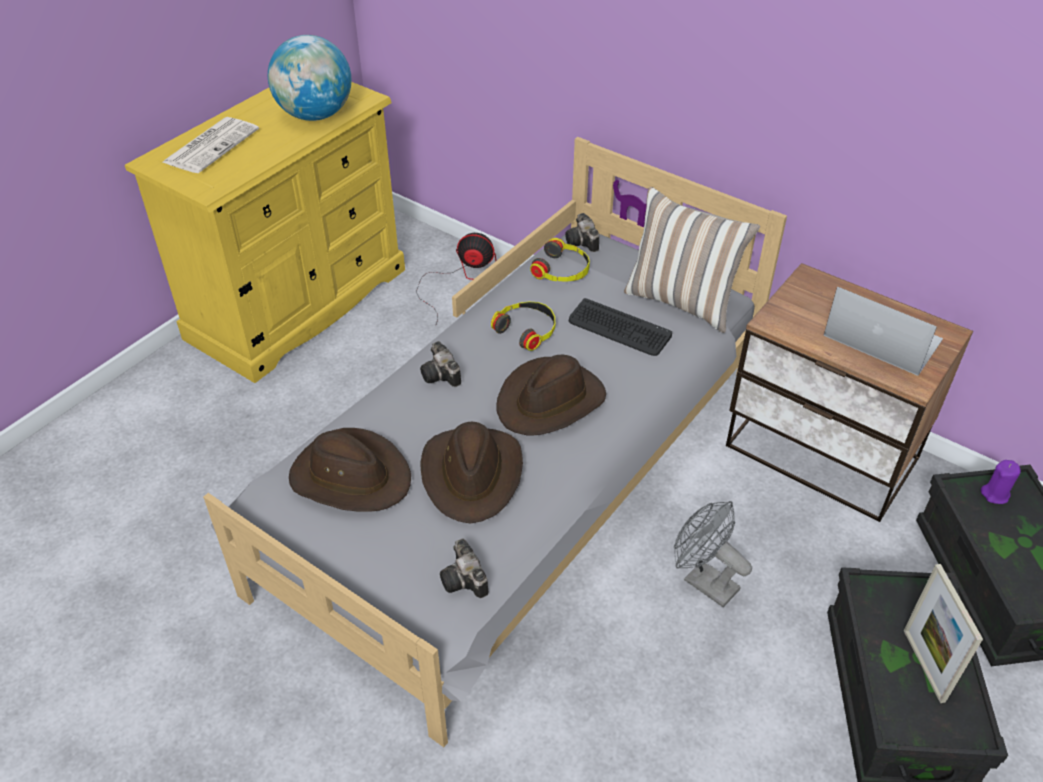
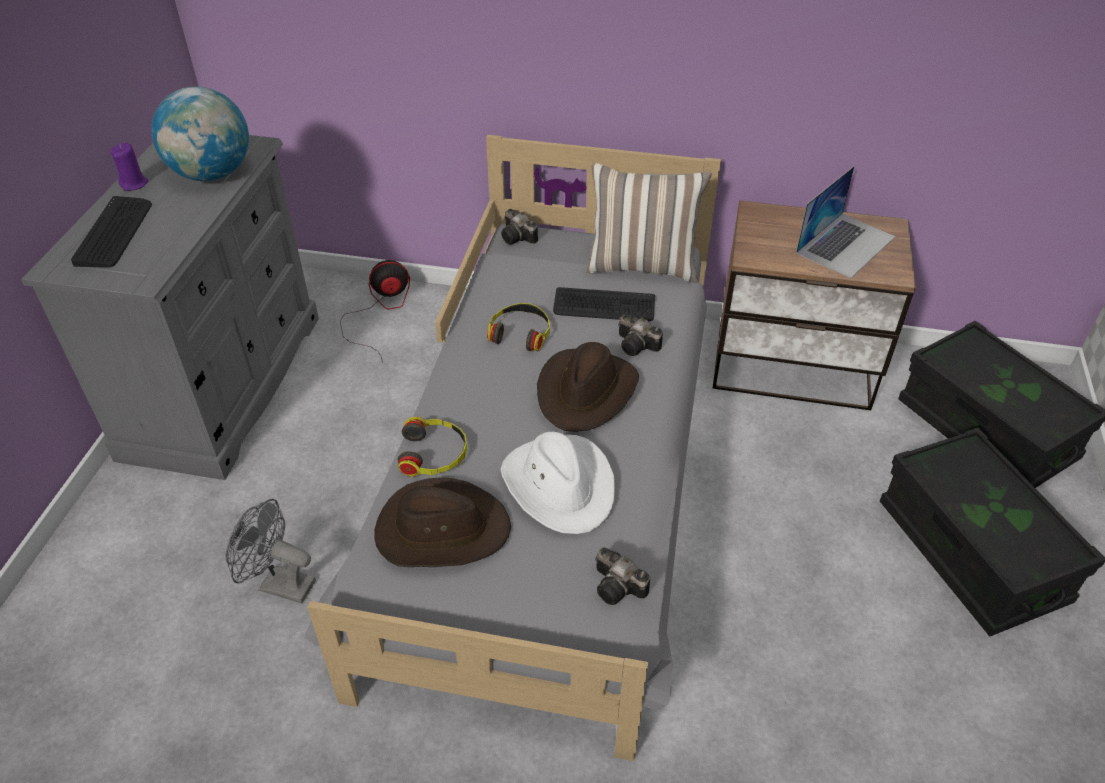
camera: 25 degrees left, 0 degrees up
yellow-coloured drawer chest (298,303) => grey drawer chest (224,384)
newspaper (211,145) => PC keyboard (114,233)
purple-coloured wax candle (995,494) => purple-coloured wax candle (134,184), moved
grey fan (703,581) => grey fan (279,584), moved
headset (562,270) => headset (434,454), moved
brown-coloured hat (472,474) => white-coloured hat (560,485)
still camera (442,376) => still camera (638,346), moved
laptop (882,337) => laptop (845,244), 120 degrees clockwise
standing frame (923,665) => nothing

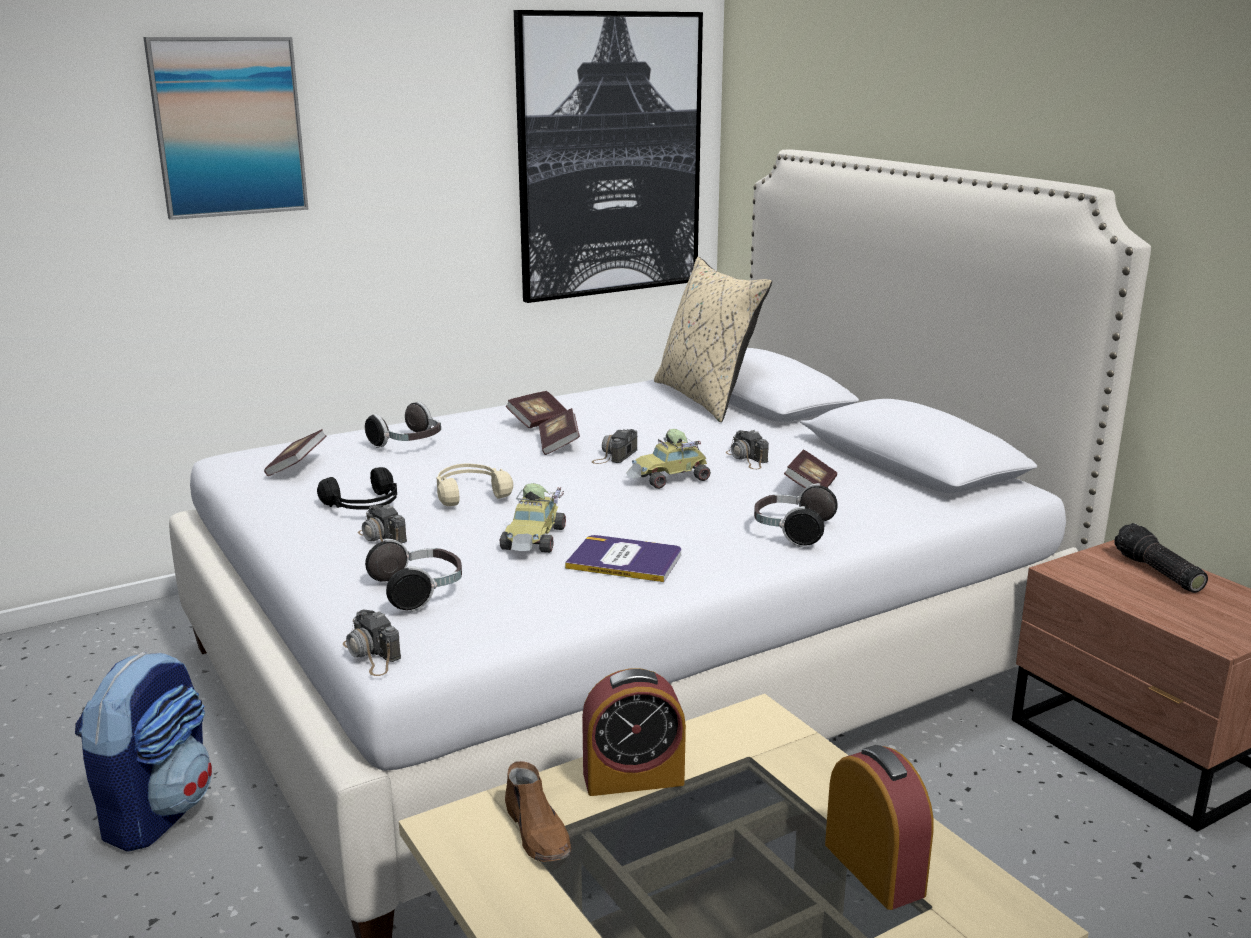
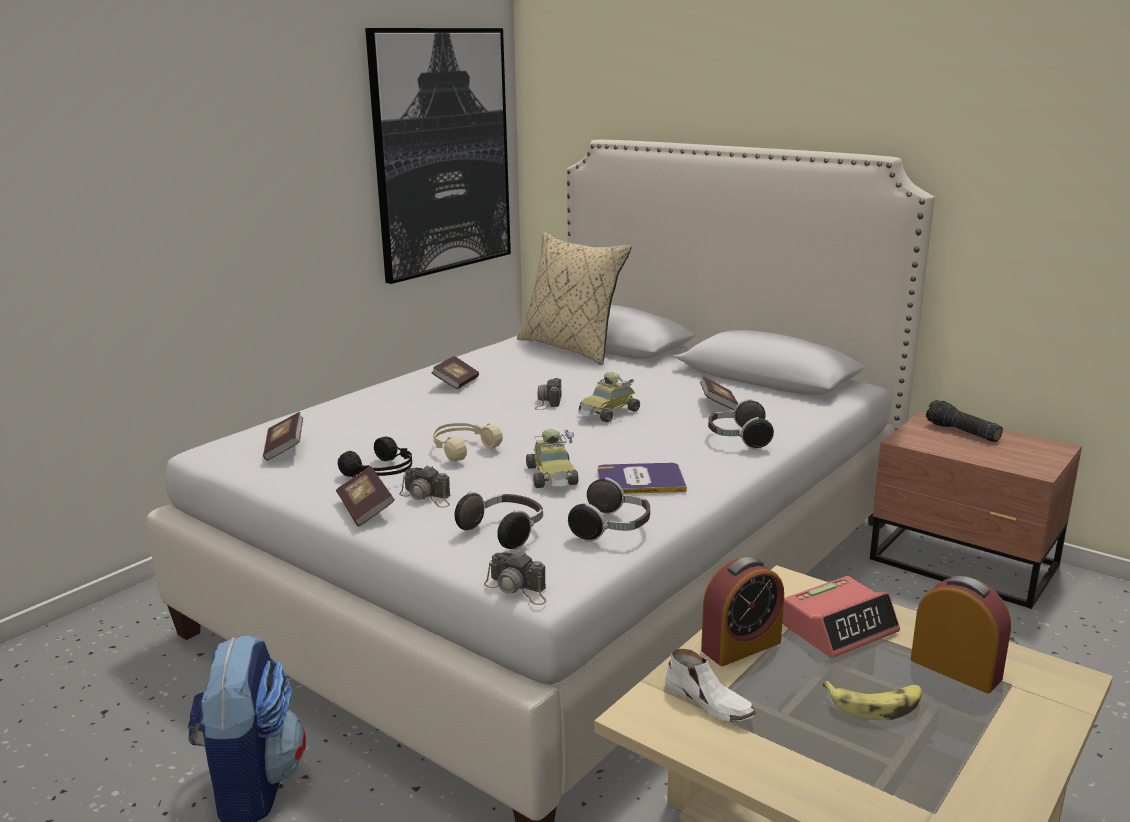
camera: 20 degrees left, 0 degrees up
bound book (559,444) => bound book (366,509), moved
headset (408,443) => headset (612,529), moved
brown-coloured shoe (538,833) => white-coloured shoe (709,702)
nothing => alarm clock (839,628)
nothing => banana fruit (876,705)
wall art (228,127) => nothing
still camera (747,459) => nothing

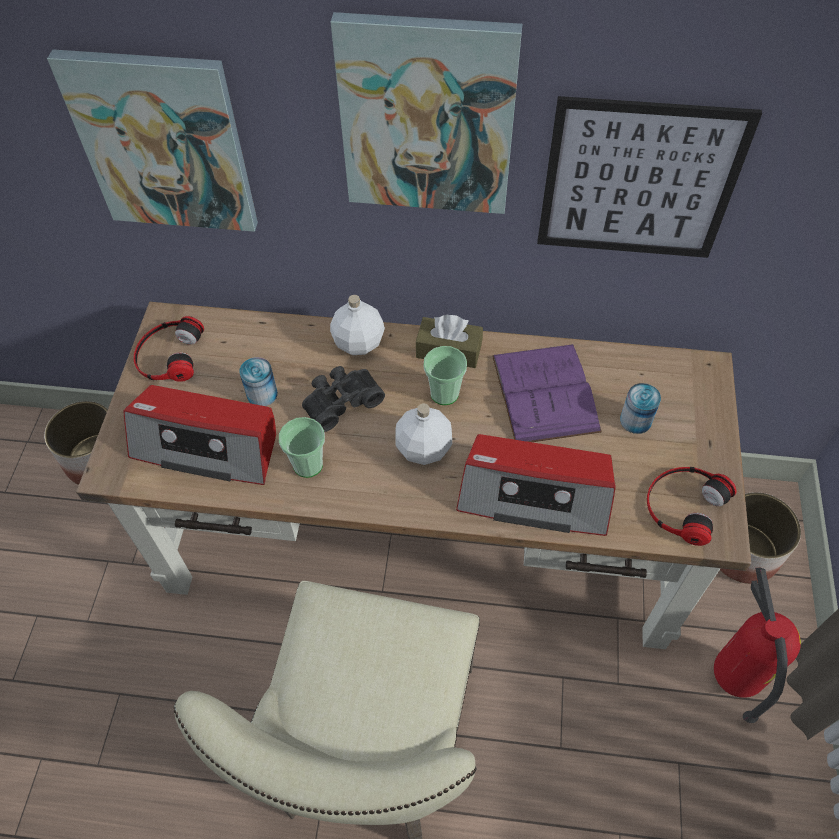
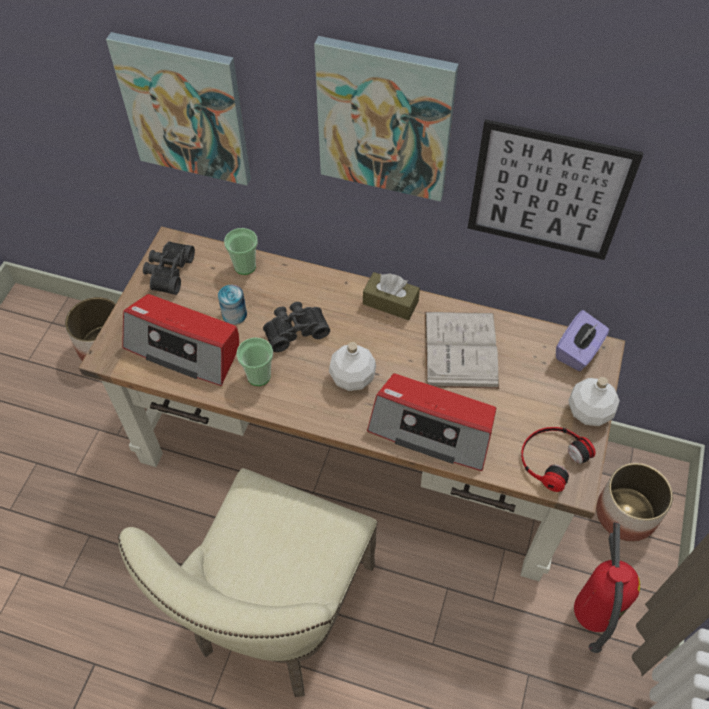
camera: 10 degrees right, 0 degrees up
headset (168,355) => black-coloured binoculars (168,272)
drinking cup (444,393) => drinking cup (245,266), moved
purple-coloured bound book (545,393) => white-coloured bound book (460,349)
nothing => purple-coloured tissue holder (578,351)
white-coloured drink bottle (359,342) => white-coloured drink bottle (589,411), moved
sealed can (635,420) => nothing

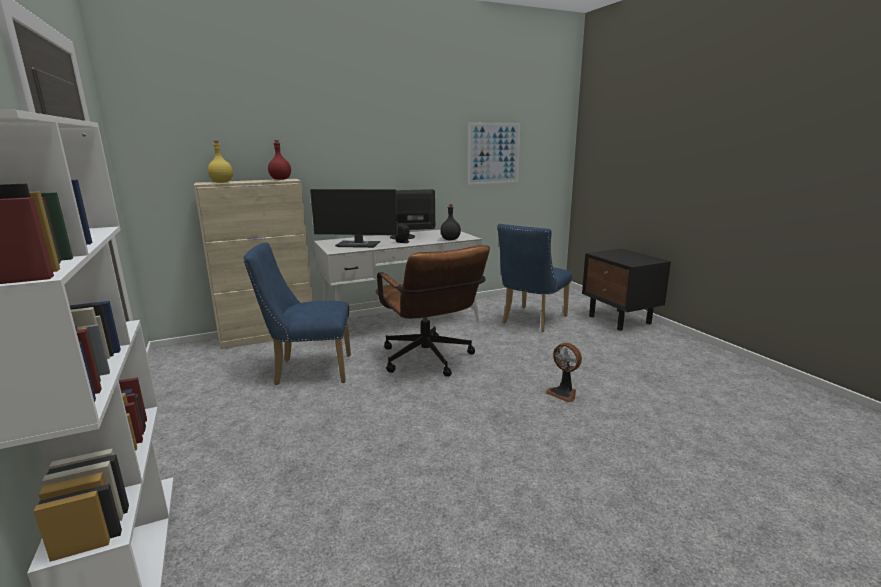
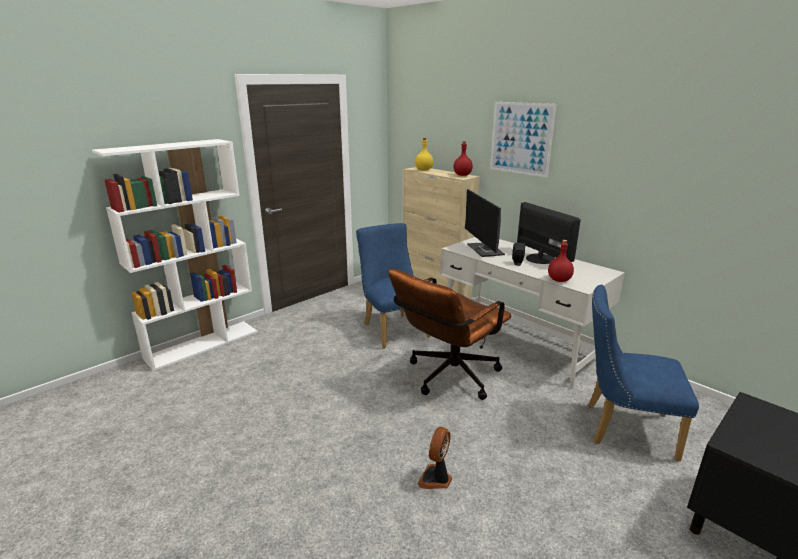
camera: 70 degrees right, 5 degrees up
wall art (493,153) => wall art (521,138), moved
black-coloured drink bottle (450,239) => reddish drink bottle (558,280)

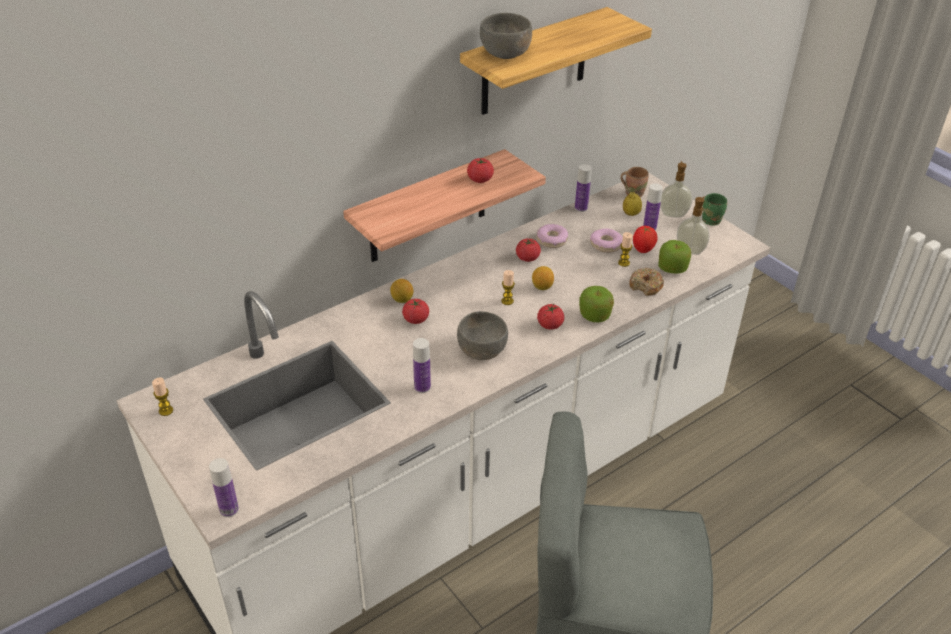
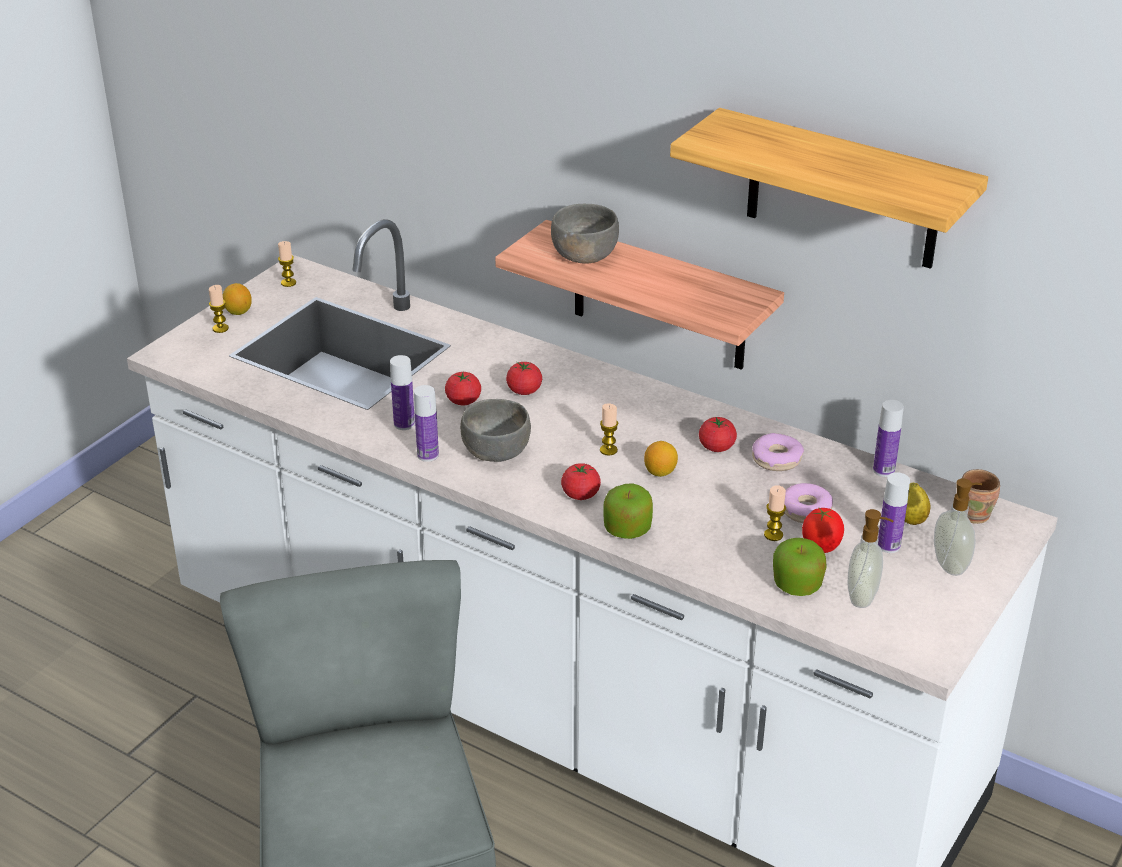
camera: 70 degrees right, 5 degrees down
nothing => wax candle (220,328)
lemon (402,300) => lemon (238,312), moved
drink bottle (229,509) => drink bottle (428,455), moved
whole tomato (480,180) => whole tomato (463,401), moved
grey deep dish (505,53) => grey deep dish (584,256), moved
doughnut (646,286) => nothing
greenish mug (712,220) => nothing

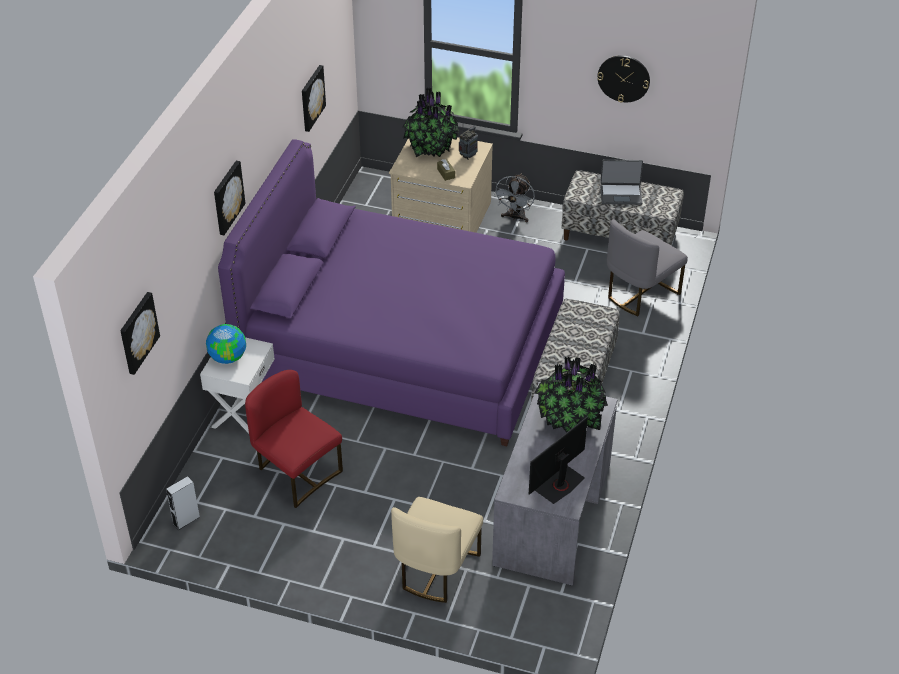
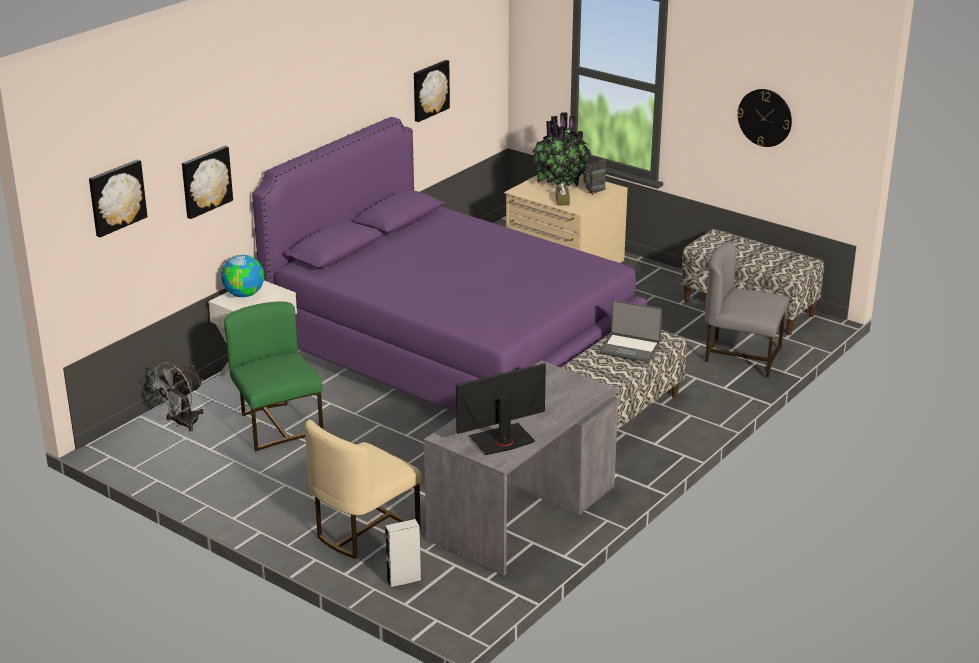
camera: 20 degrees right, 15 degrees down
grey fan (515,217) => grey fan (181,424), moved
wall art (227,197) => wall art (205,181), moved
reddish plain chair (297,472) => greenish plain chair (277,425)
grey audio speaker (186,520) => grey audio speaker (404,580), moved
laptop (621,194) => laptop (630,348), moved
grey plain chair (640,293) => grey plain chair (742,356), 45 degrees clockwise
potted plant (569,420) => nothing

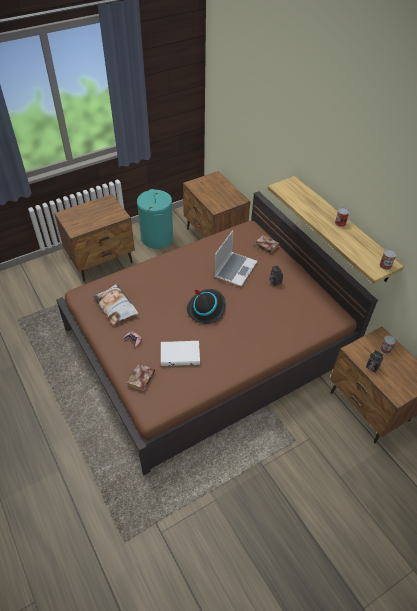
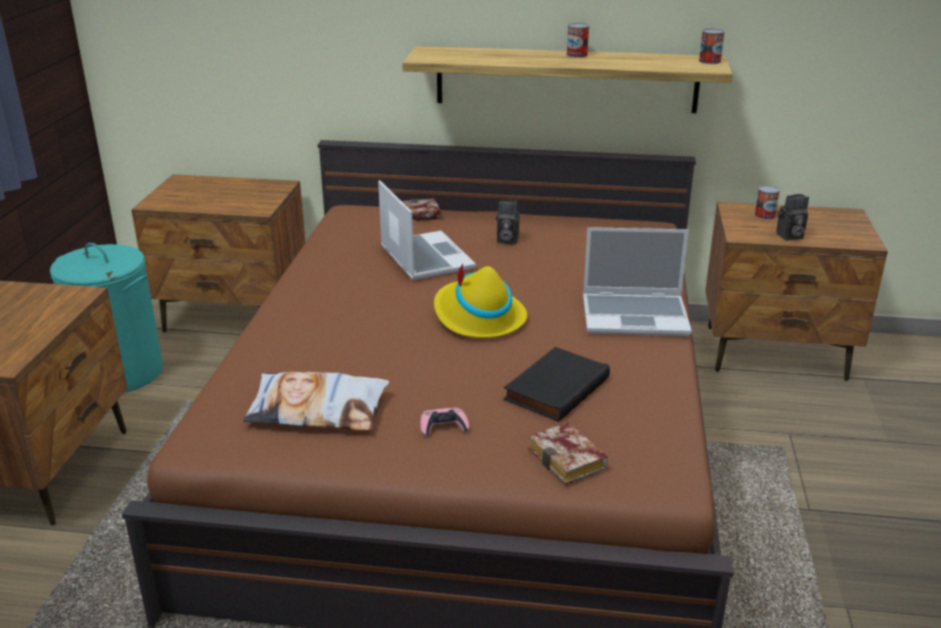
camera: 50 degrees left, 20 degrees down
black-coloured hat (206,308) => yellow-coloured hat (477,317)
white-coloured bound book (180,354) => black-coloured bound book (555,388)
nothing => laptop (636,316)

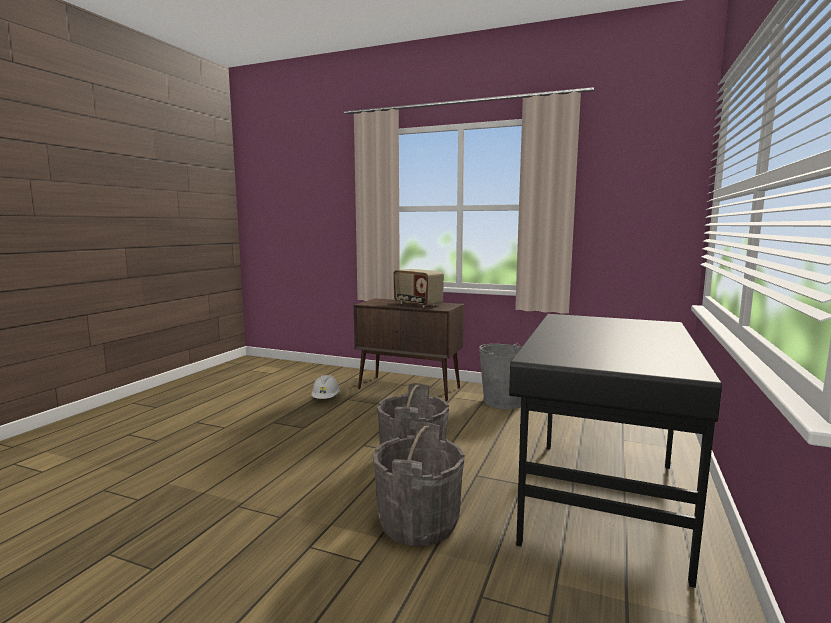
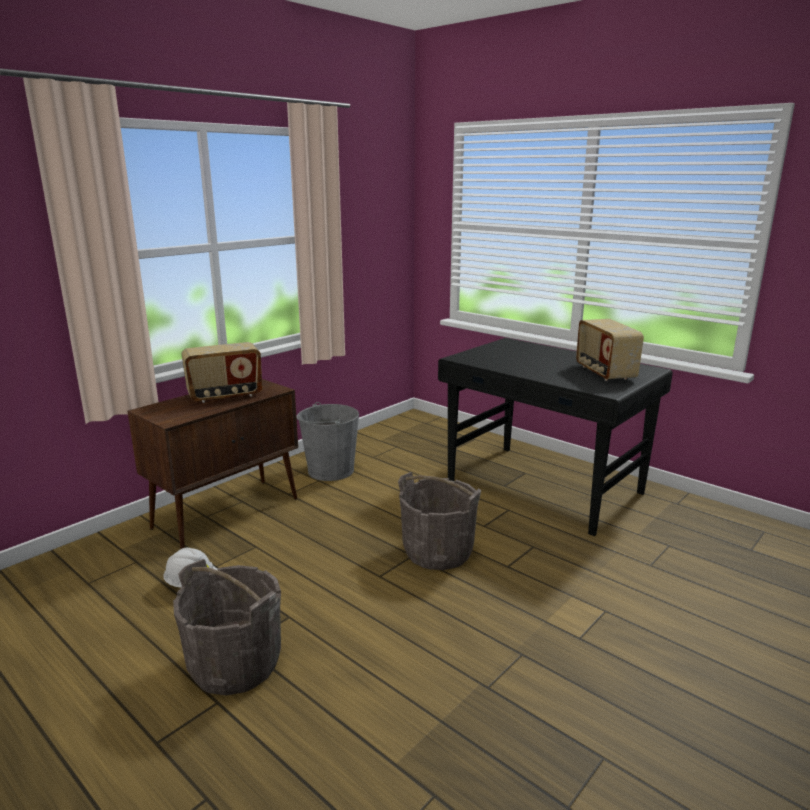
camera: 70 degrees left, 10 degrees up
grey water bucket (418,522) => grey water bucket (235,664), moved
nothing => radio set (604,372)

